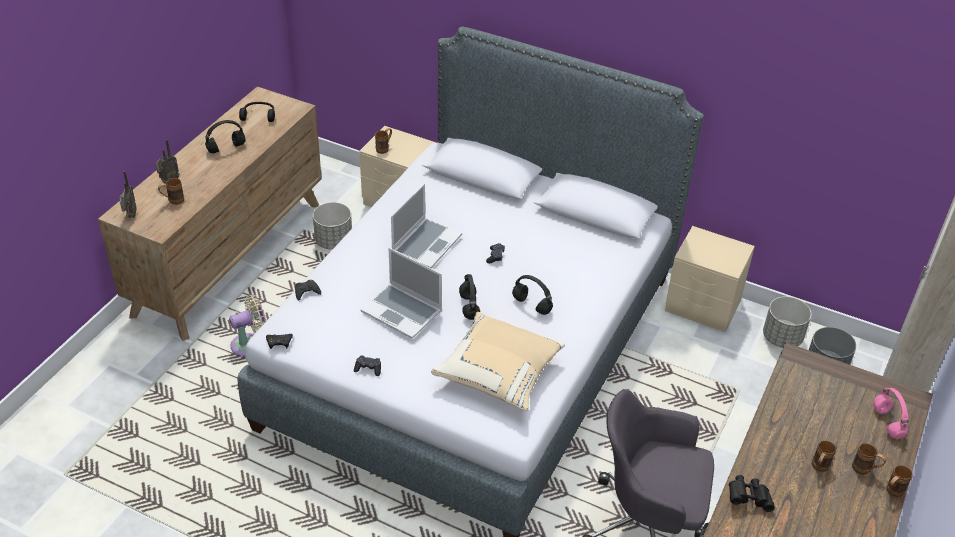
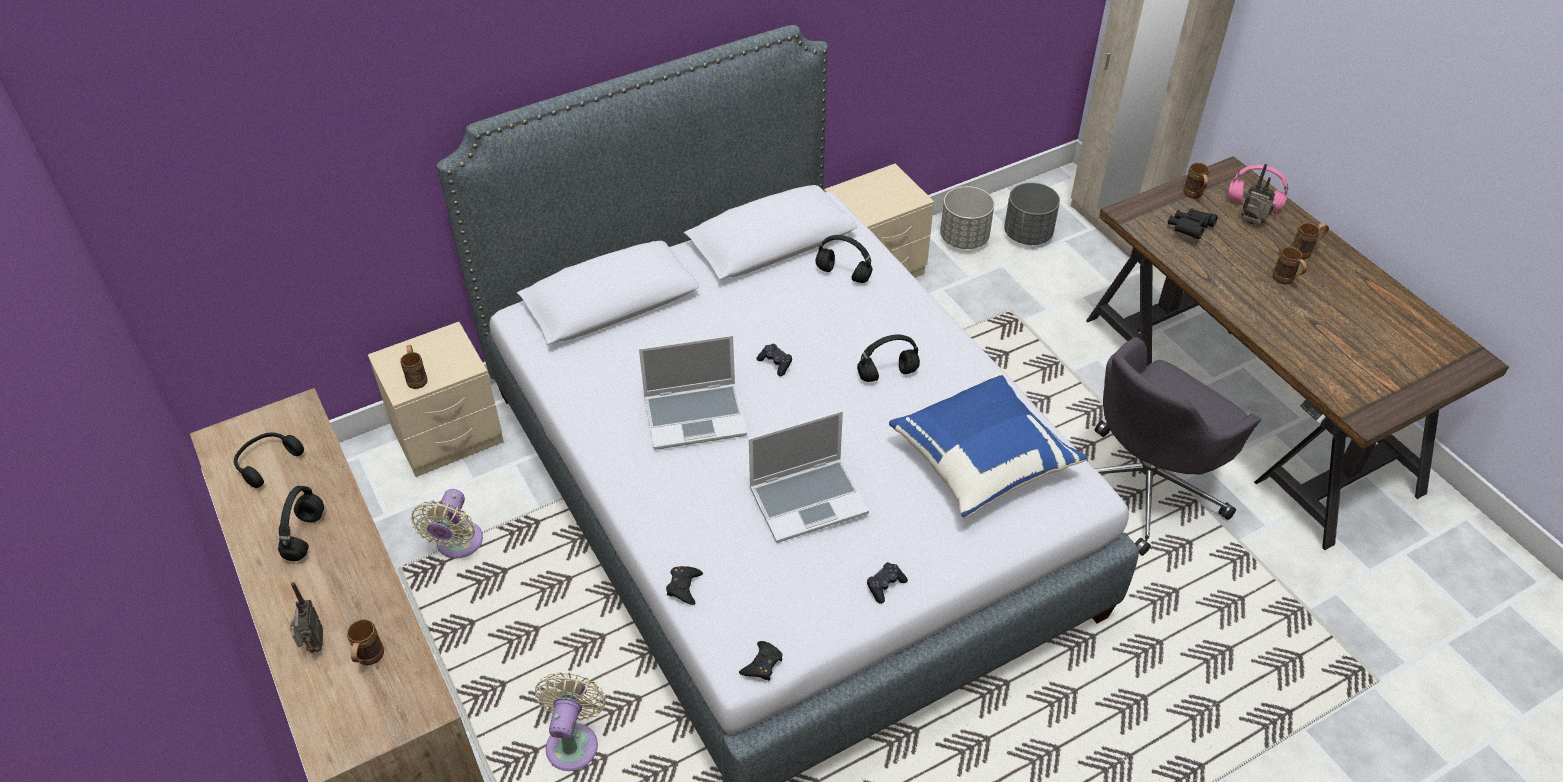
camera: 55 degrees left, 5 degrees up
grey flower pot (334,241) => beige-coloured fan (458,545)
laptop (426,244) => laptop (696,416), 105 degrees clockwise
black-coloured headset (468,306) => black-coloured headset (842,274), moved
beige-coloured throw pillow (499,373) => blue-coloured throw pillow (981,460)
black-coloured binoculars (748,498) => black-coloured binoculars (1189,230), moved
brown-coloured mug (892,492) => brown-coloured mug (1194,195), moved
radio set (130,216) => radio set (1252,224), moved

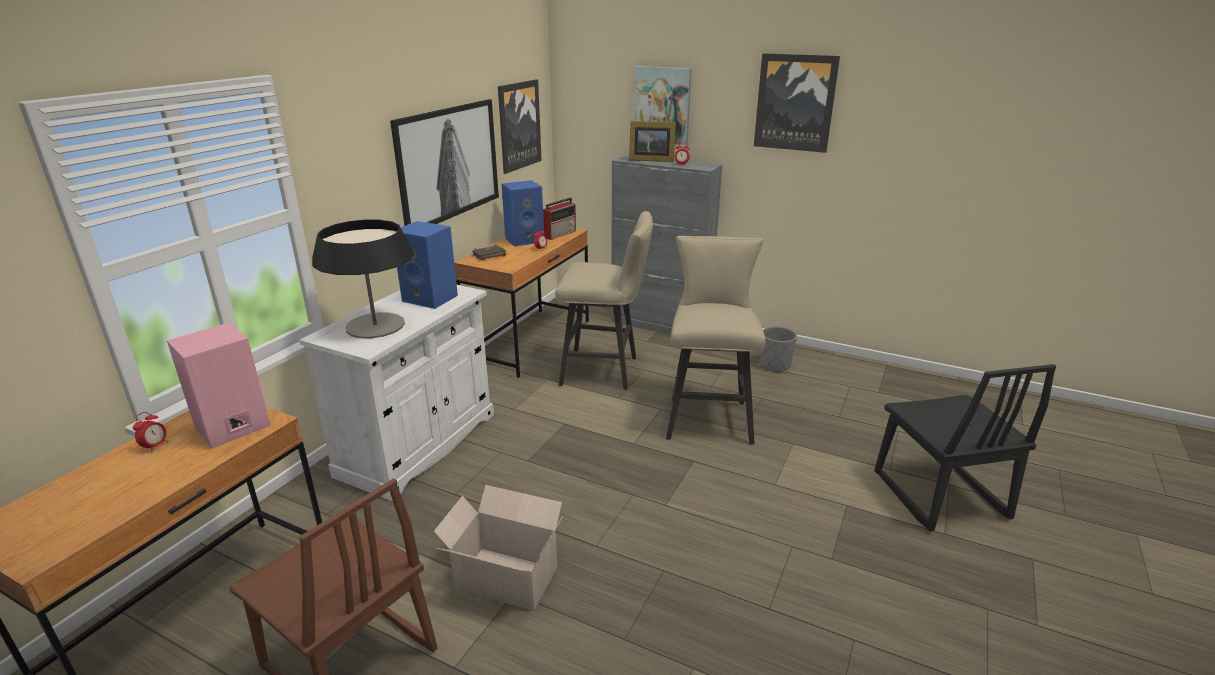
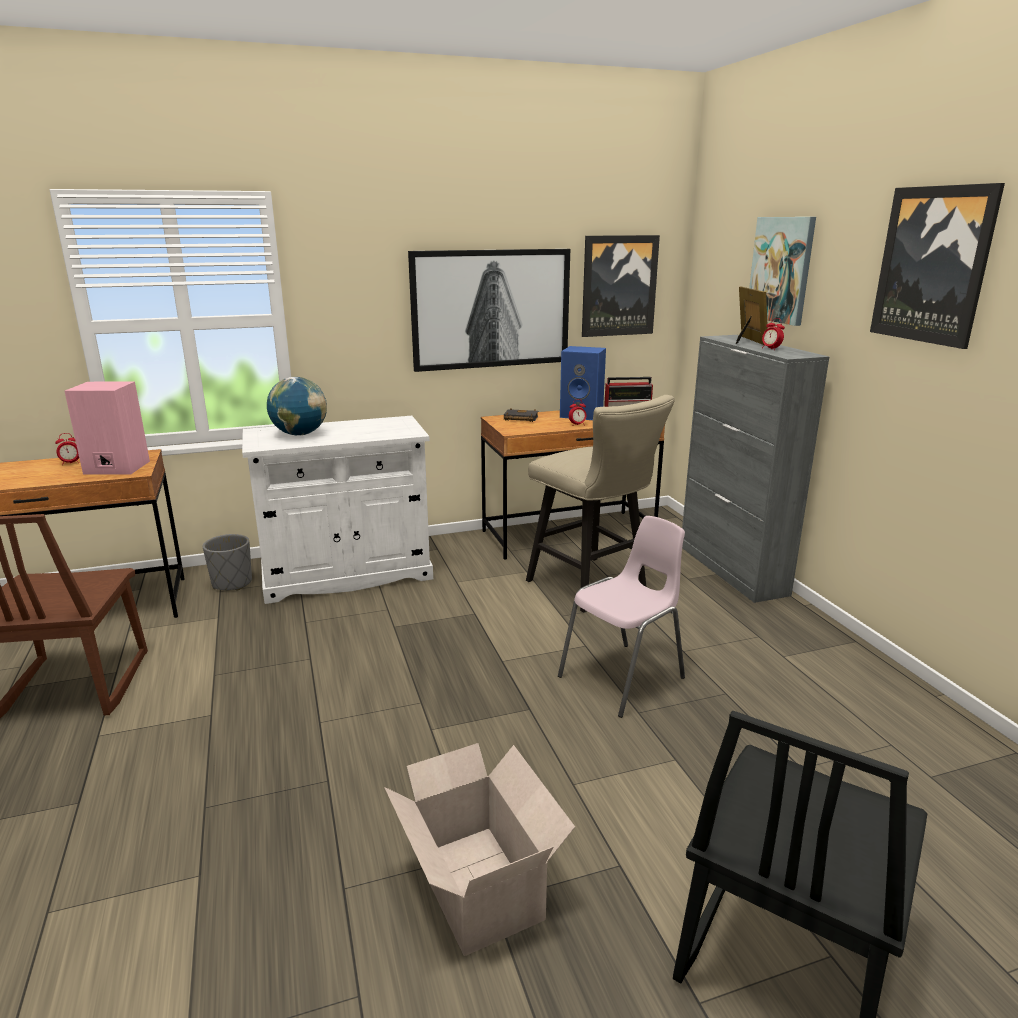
camera: 45 degrees right, 5 degrees down
grey flower pot (775,365) => grey flower pot (232,583), moved
tabletop lamp (375,325) => globe (300,434)
carton (504,576) => carton (477,883), moved
beige-coloured stool (708,416) => pink plain chair (624,678)
standing frame (650,160) => standing frame (747,341), 150 degrees counterclockwise
blue-coloured audio speaker (431,298) => nothing

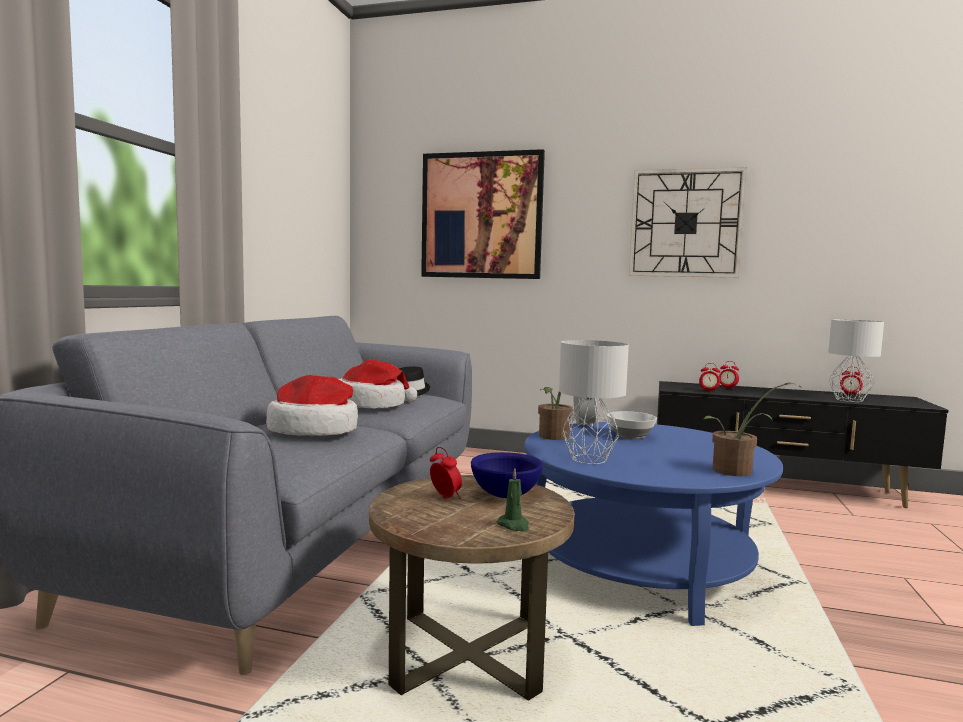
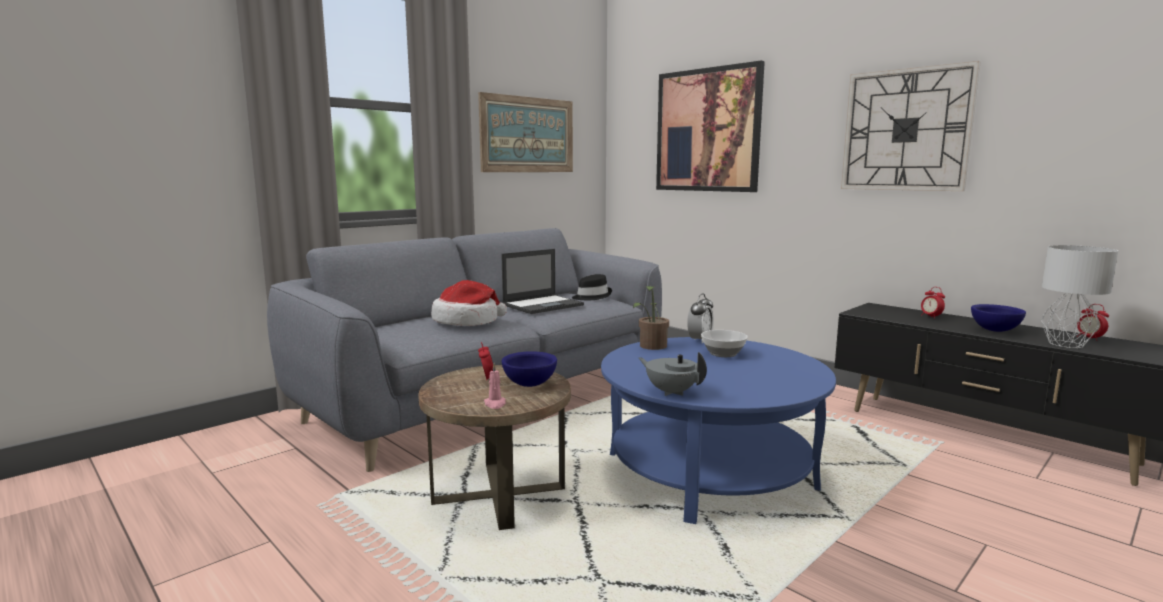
camera: 30 degrees right, 5 degrees up
nothing => wall art (528,135)
greenish wax candle (514,525) => pink wax candle (495,404)
hat (371,405) => laptop (543,305)
nothing => grey pot for tea (671,392)
nothing => blue-coloured deep dish (995,330)
grey tabletop lamp (590,459) => nothing
alarm clock (708,391) => nothing
potted plant (738,471) => nothing

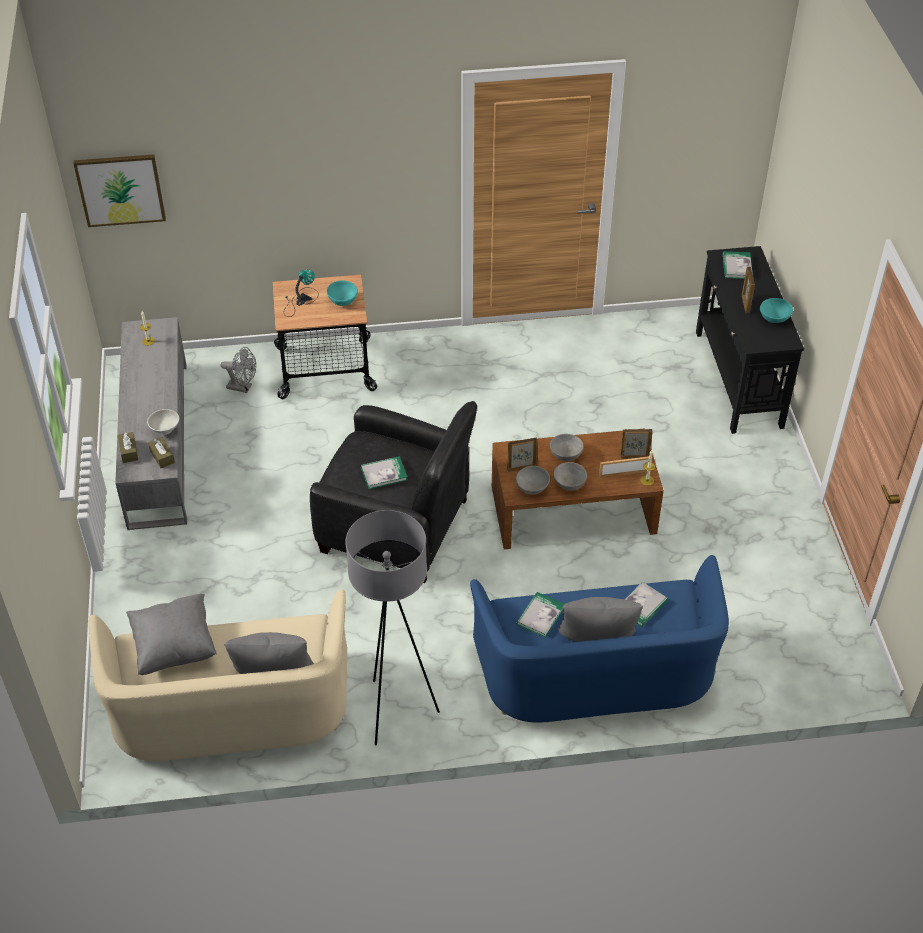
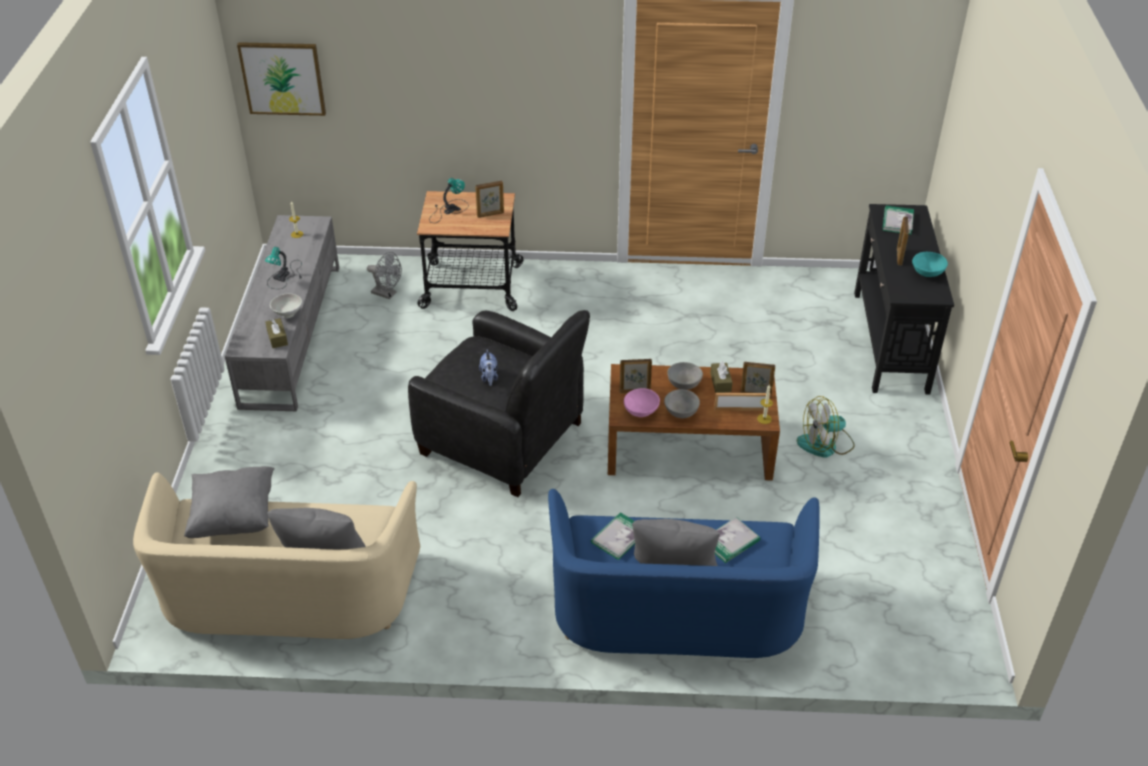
camera: 10 degrees right, 5 degrees down
nothing => tabletop lamp (286,275)
turquoise deep dish (343,301) => standing frame (490,214)
bound book (384,474) => cuddly toy (489,377)
grey deep dish (532,488) => pink deep dish (641,412)
brown-coloured tissue holder (129,451) => brown-coloured tissue holder (720,382), moved
nothing => fan (825,444)
grey standing lamp (395,711) => nothing

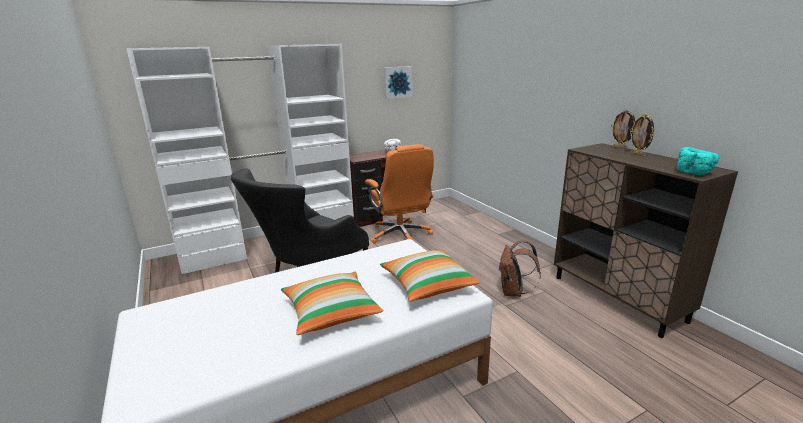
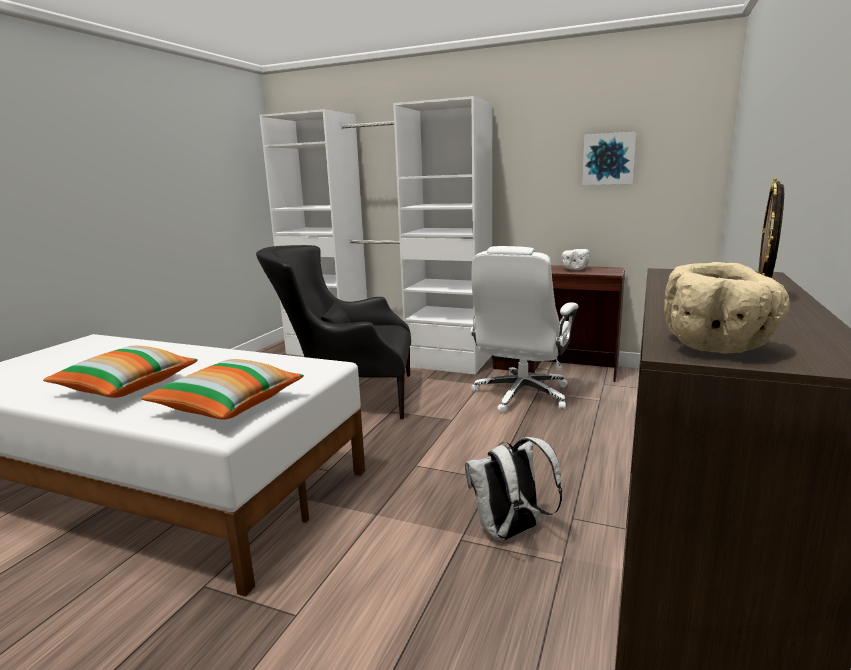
camera: 50 degrees right, 5 degrees down
brown-coloured knapsack (513,292) => white-coloured knapsack (510,532)
orange computer chair (401,235) => white-coloured computer chair (521,395)
turquoise deep dish (693,172) => beige-coloured deep dish (717,345)
standing frame (620,147) => nothing

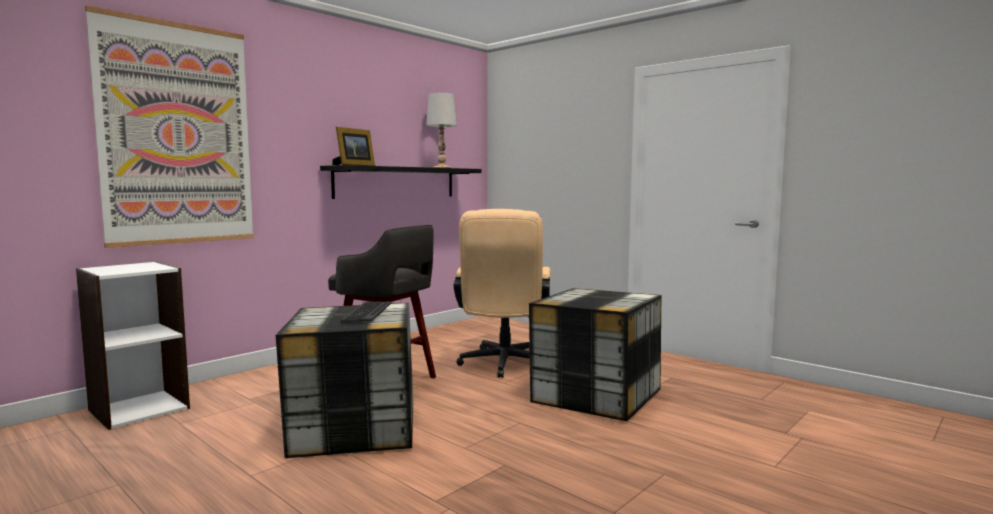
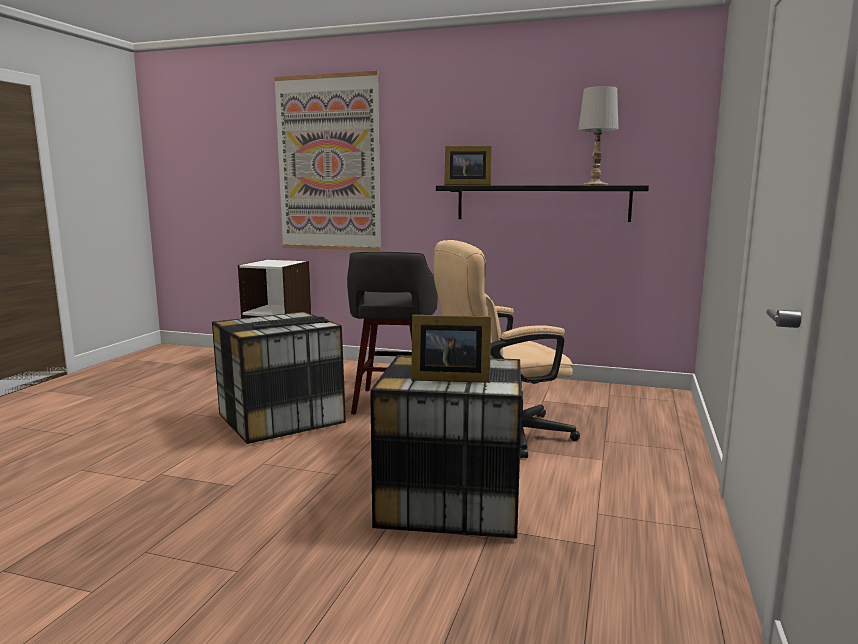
camera: 65 degrees right, 5 degrees up
nothing => standing frame (448,378)

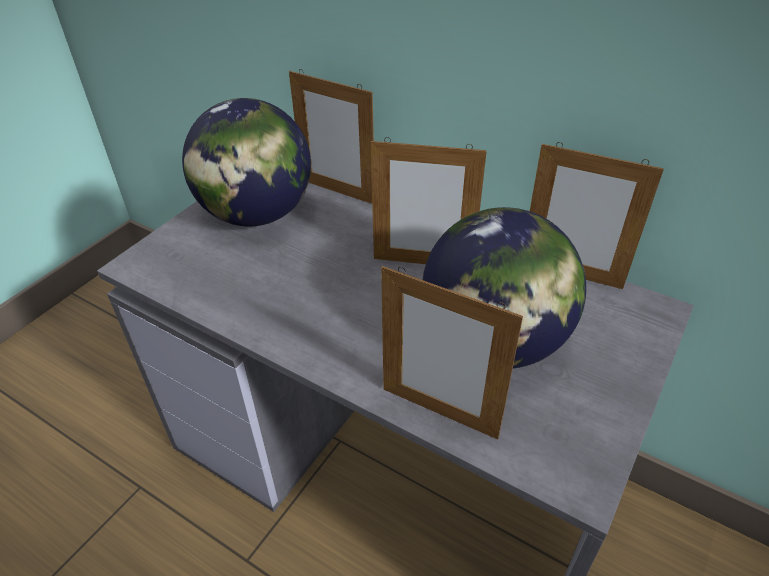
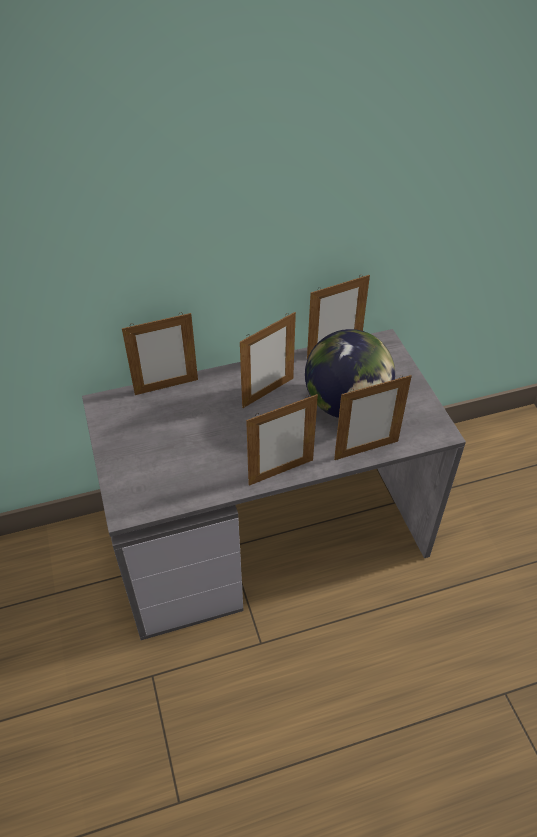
camera: 50 degrees left, 5 degrees up
nothing => standing frame (281,472)
globe (256,214) => nothing

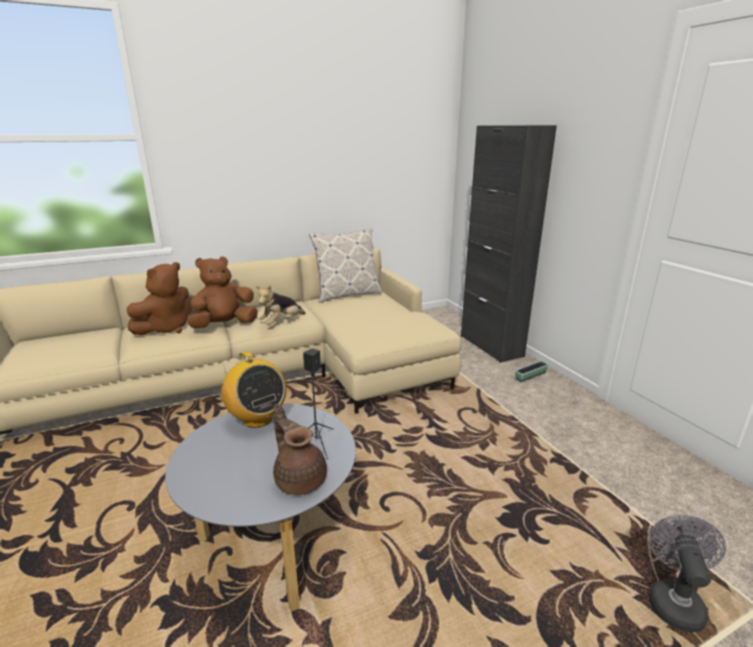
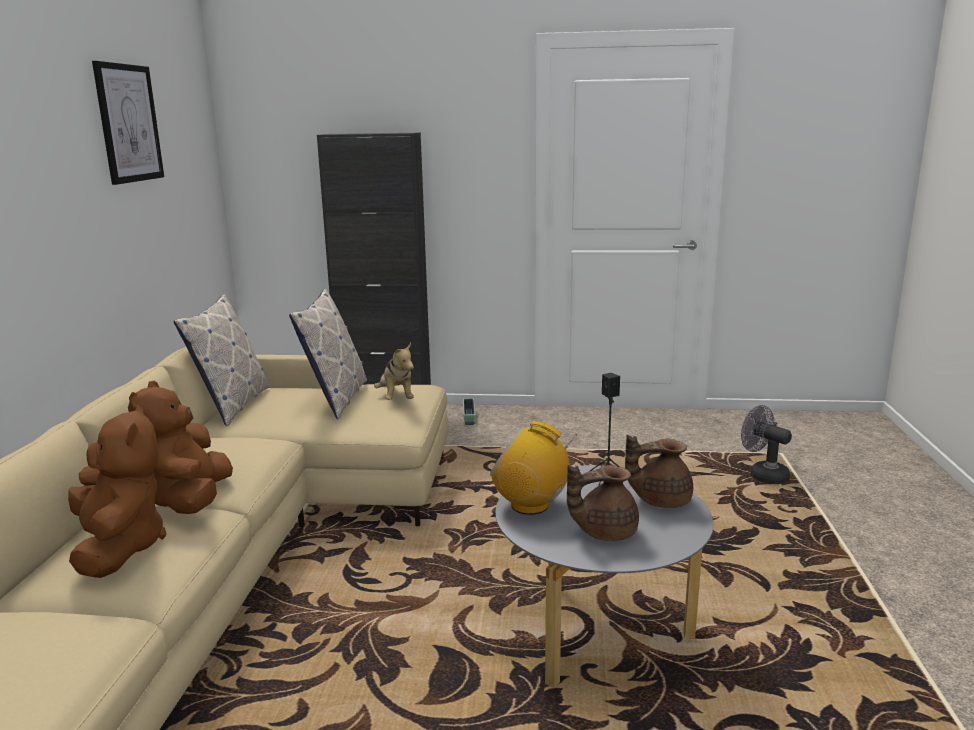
camera: 60 degrees left, 5 degrees down
nothing => wall art (128,123)
nothing => throw pillow (335,399)
cuddly toy (281,323) => cuddly toy (396,398), moved
radio set (257,418) => radio set (530,505), 150 degrees counterclockwise
nothing => brown-coloured pot for tea (603,531)

